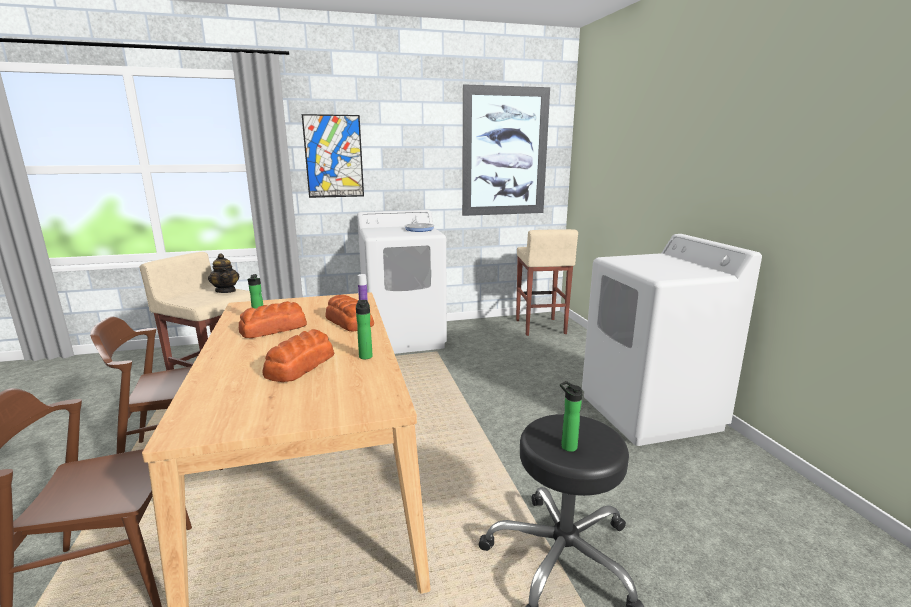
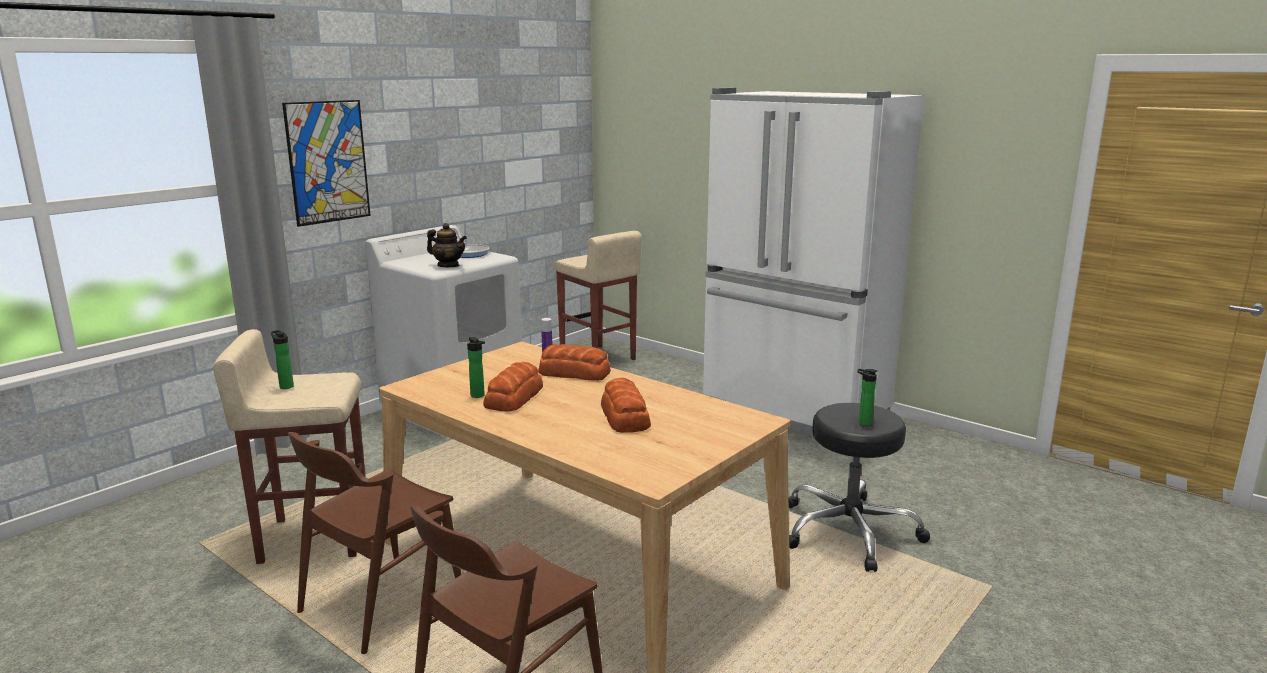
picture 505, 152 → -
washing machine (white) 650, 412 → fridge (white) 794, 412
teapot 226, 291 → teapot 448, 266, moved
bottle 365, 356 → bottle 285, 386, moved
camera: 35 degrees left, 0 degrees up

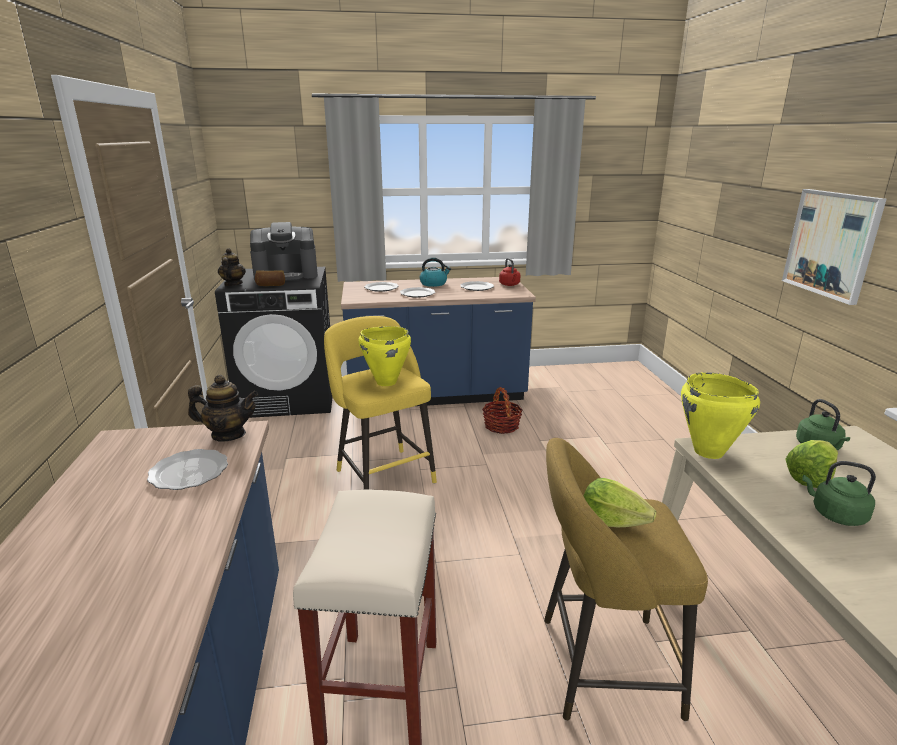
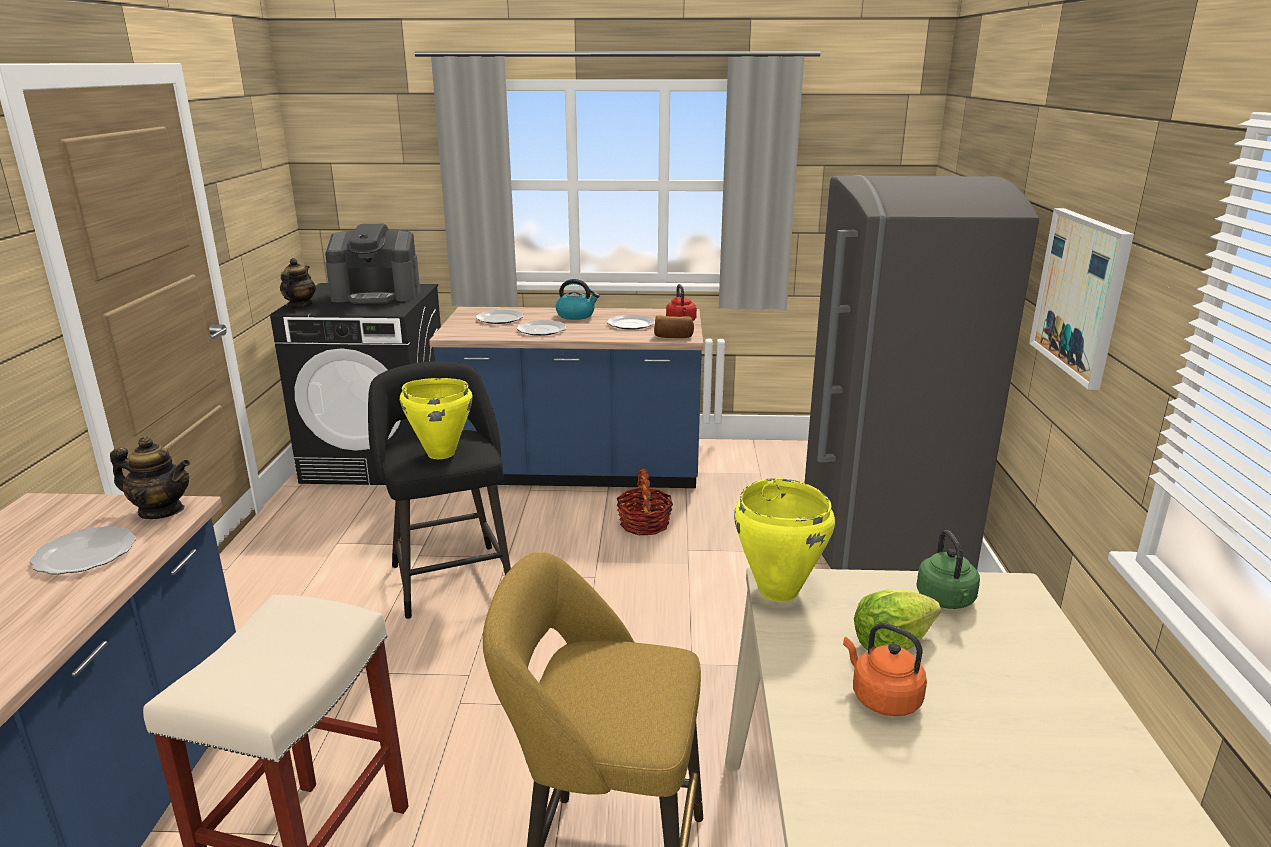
bread 271, 285 → bread 673, 337, moved
stool (yellow) 382, 474 → stool (black) 450, 577
kettle (green) 835, 515 → kettle (orange) 882, 698
lettuce 612, 521 → -
- → fridge (grey) 879, 529
camera: 10 degrees right, 0 degrees up

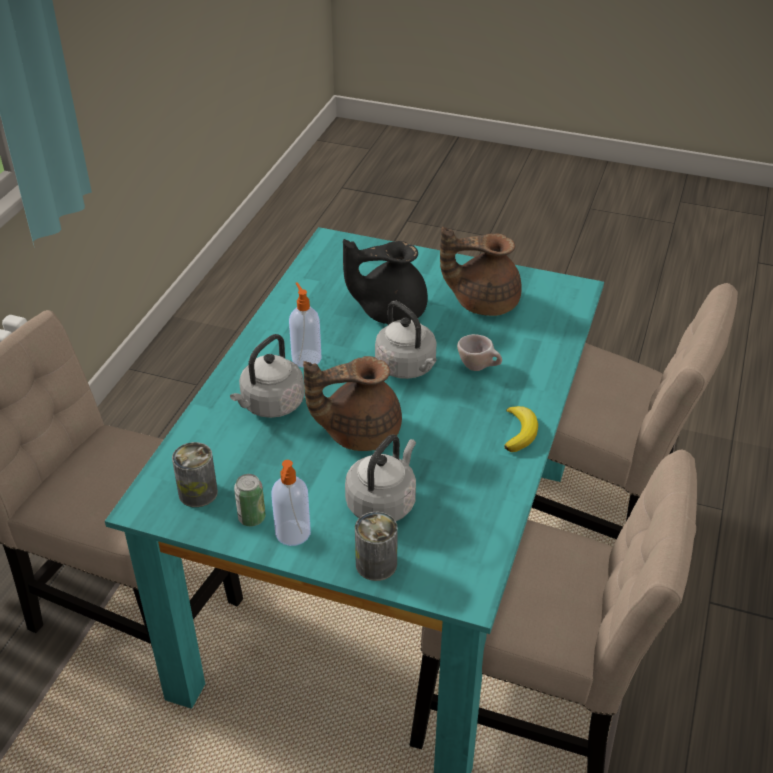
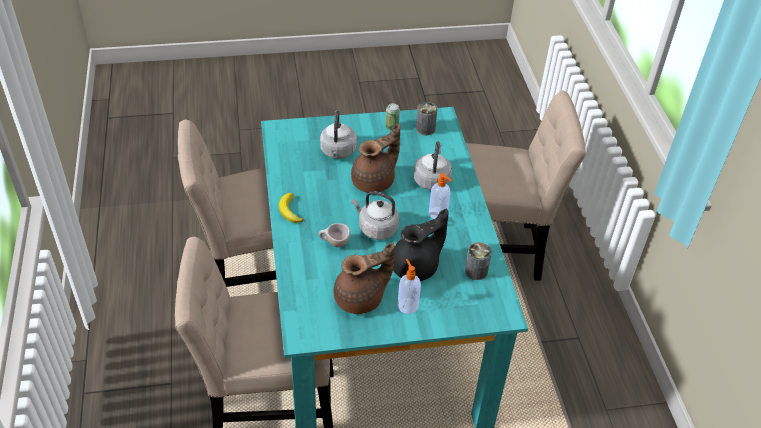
soap dispenser 292, 534 → soap dispenser 407, 305, moved
can 376, 564 → can 476, 271, moved
camera: 150 degrees right, 5 degrees up

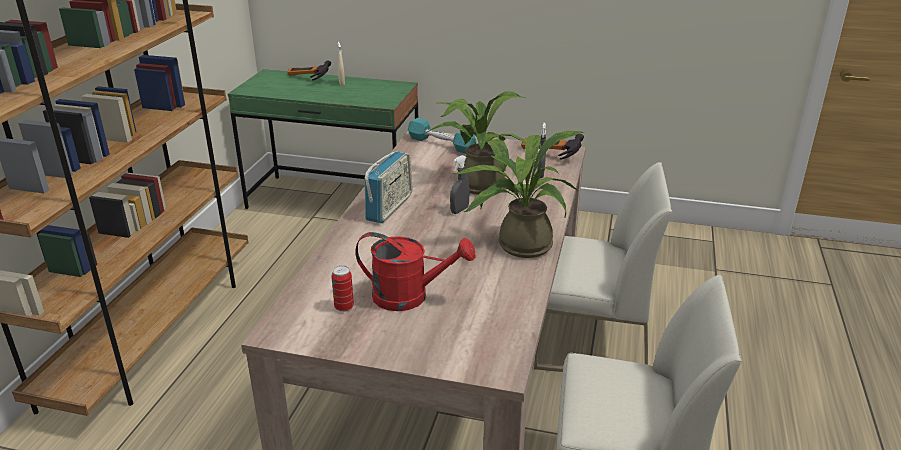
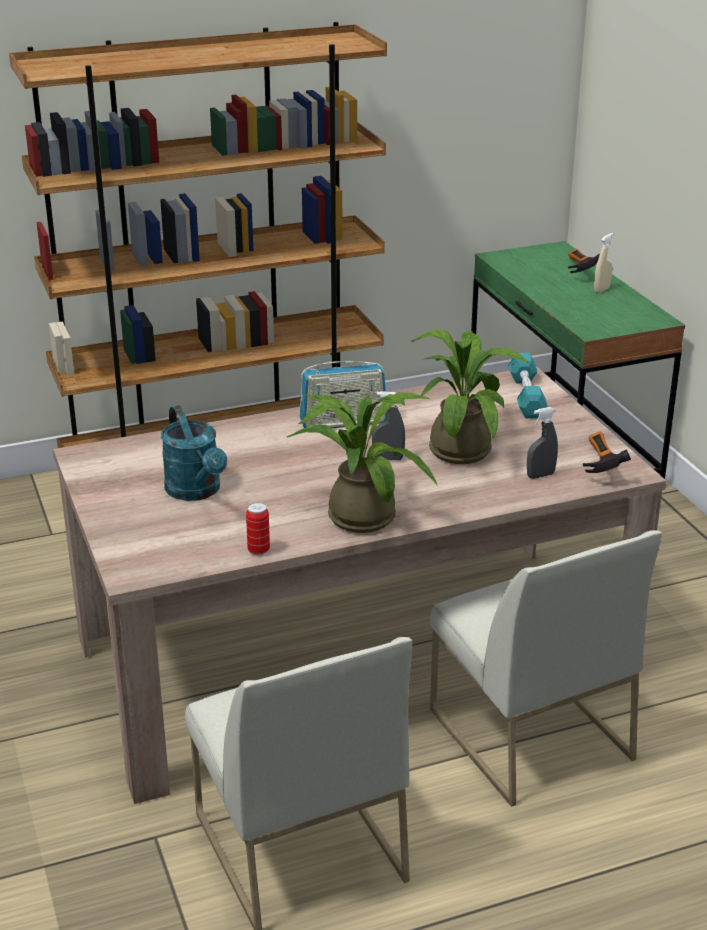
watering can (red) 410, 297 → watering can (turquoise) 197, 491
can 344, 307 → can 258, 550, moved
camera: 55 degrees right, 0 degrees up

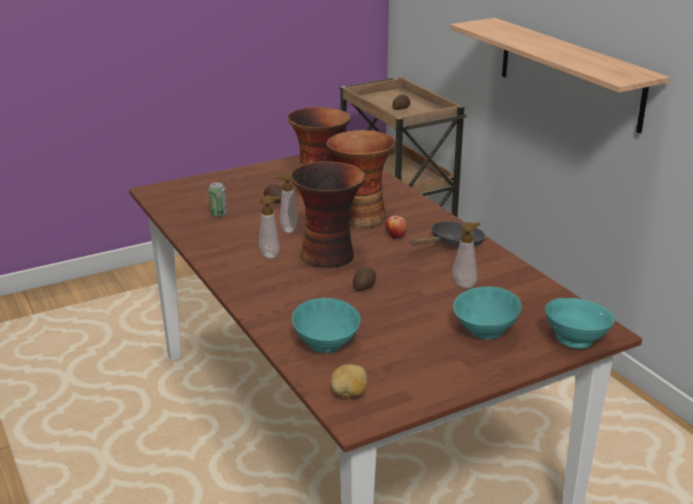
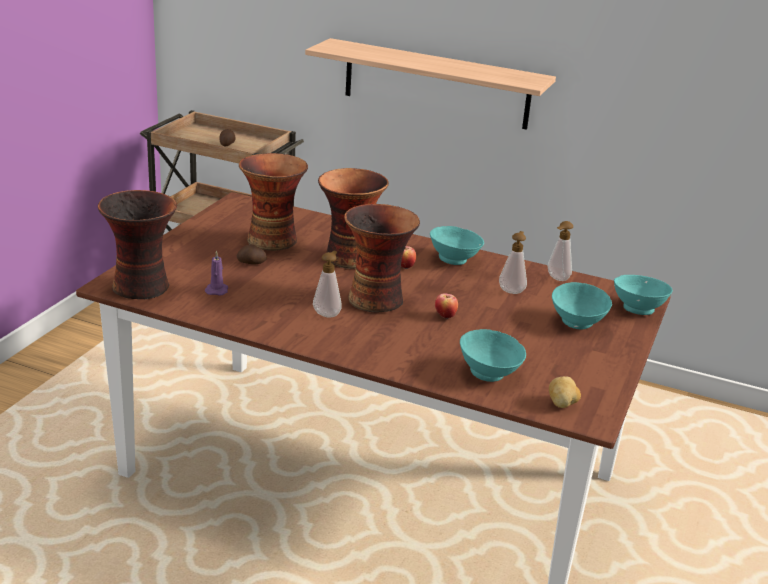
soap dispenser 286, 230 → soap dispenser 556, 279, moved
can 218, 214 → candle (purple) 217, 290
frying pan (black) 452, 243 → bowl (turquoise) 455, 260
potato 365, 286 → apple 445, 316
- → vase 143, 287
camera: 40 degrees left, 0 degrees up

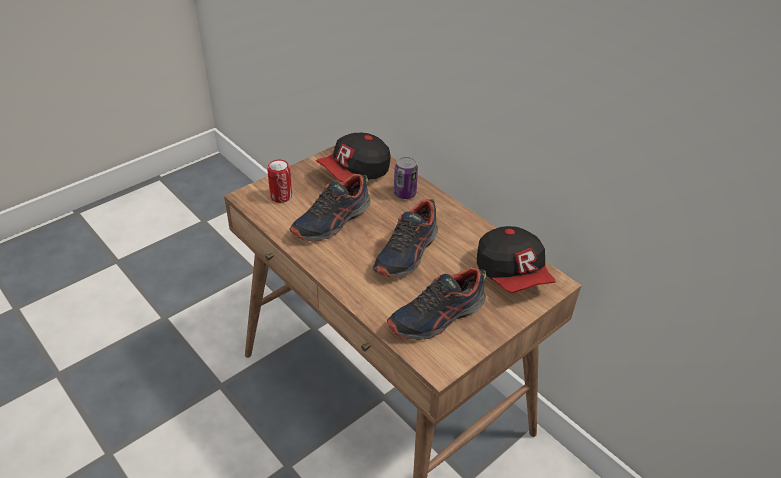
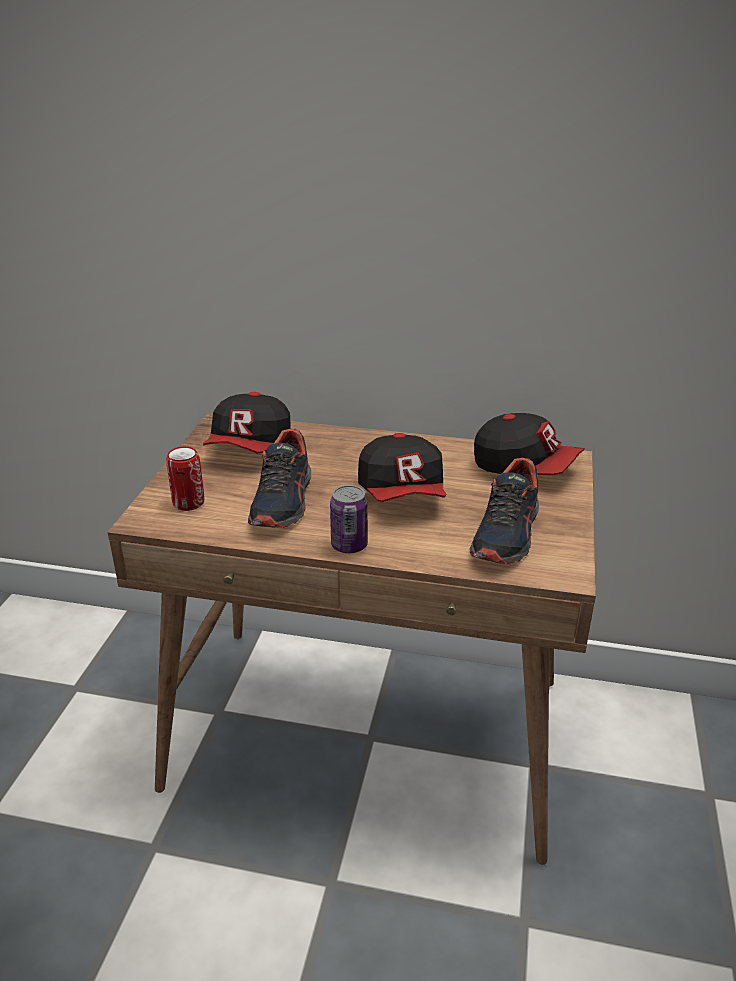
can 404, 193 → can 349, 545, moved
shoe 407, 252 → cap 403, 494
camera: 35 degrees left, 10 degrees down

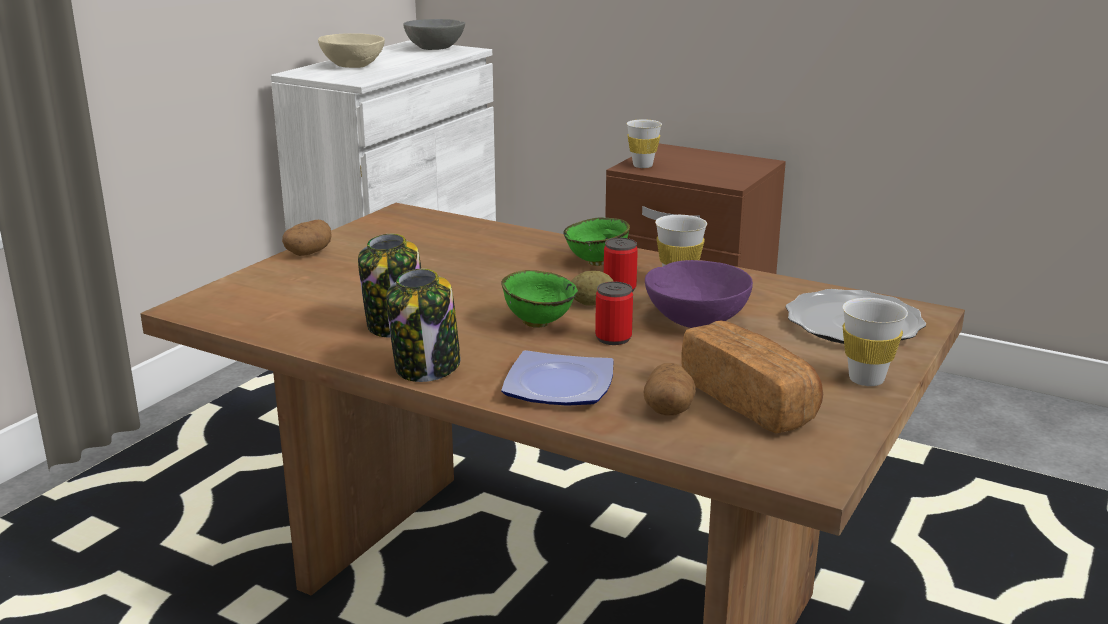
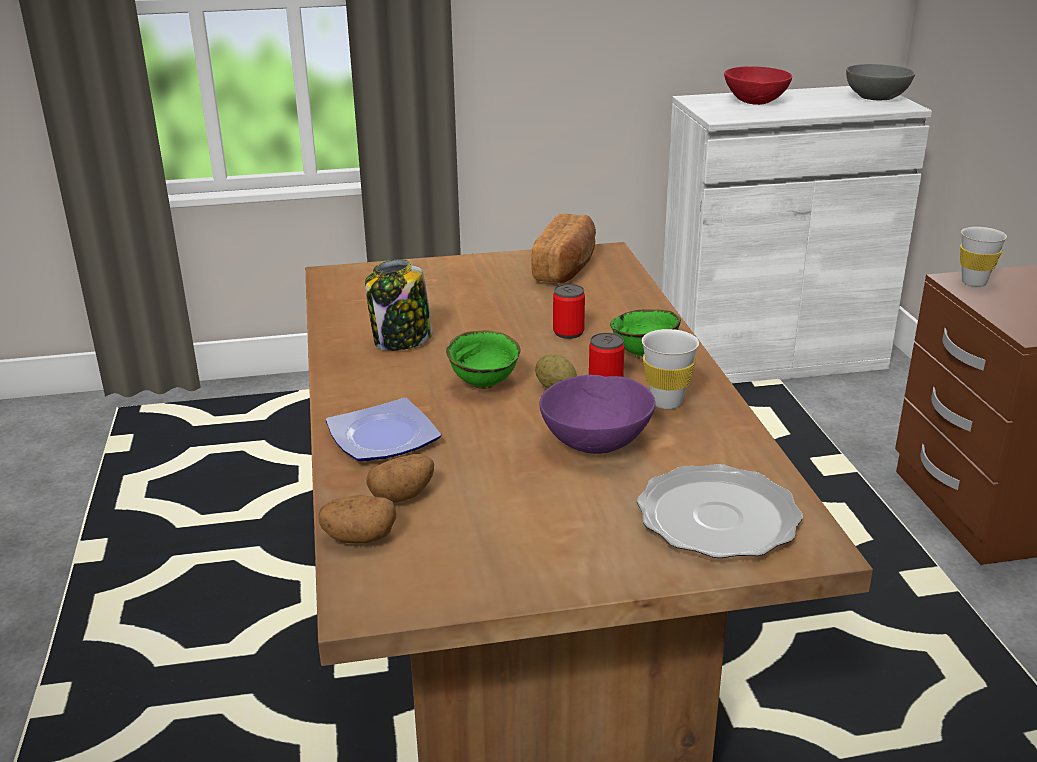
bowl (beige) 353, 66 → bowl (red) 755, 101
potato 308, 253 → potato 359, 538, moved
jar 427, 367 → -
can 613, 338 → can 568, 332, moved
cup (white) 866, 379 → -
bread 750, 401 → bread 566, 267, moved
camera: 50 degrees right, 5 degrees up

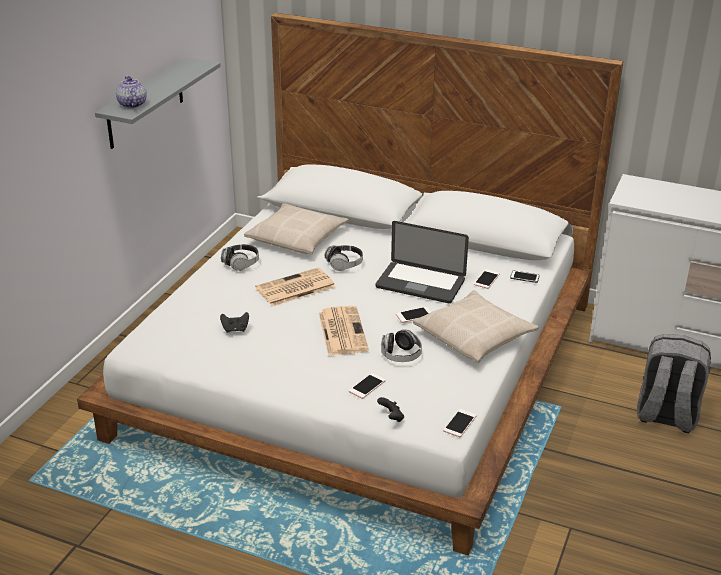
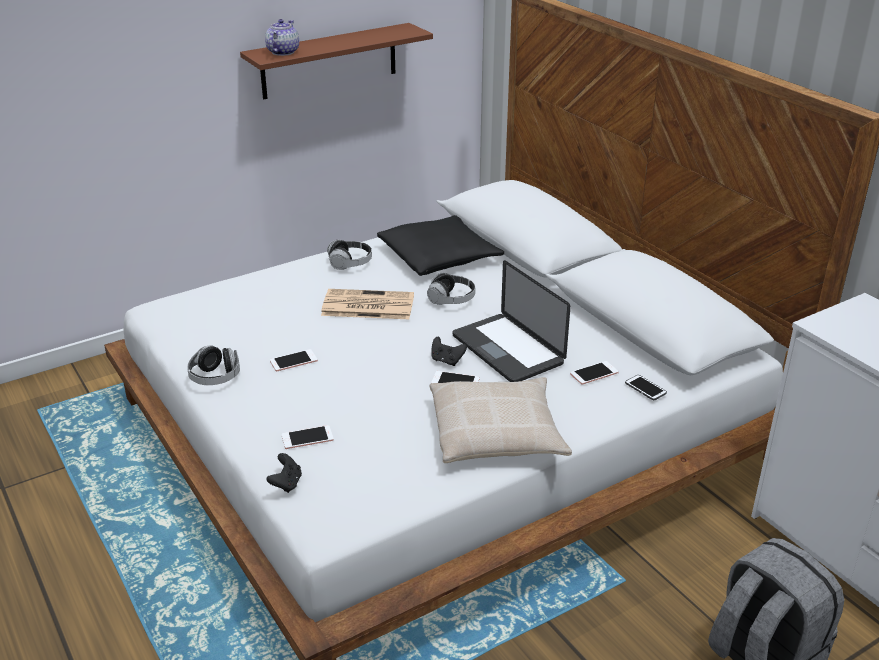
shelf (grey) 145, 103 → shelf (brown) 329, 61
pillow (beige) 297, 238 → pillow (black) 439, 256
newspaper 342, 331 → -
game controller (black) 235, 329 → game controller (black) 447, 361, moved
headphones 401, 355 → headphones 215, 377, moved
phone 460, 423 → phone 293, 361, moved
camera: 35 degrees right, 0 degrees up

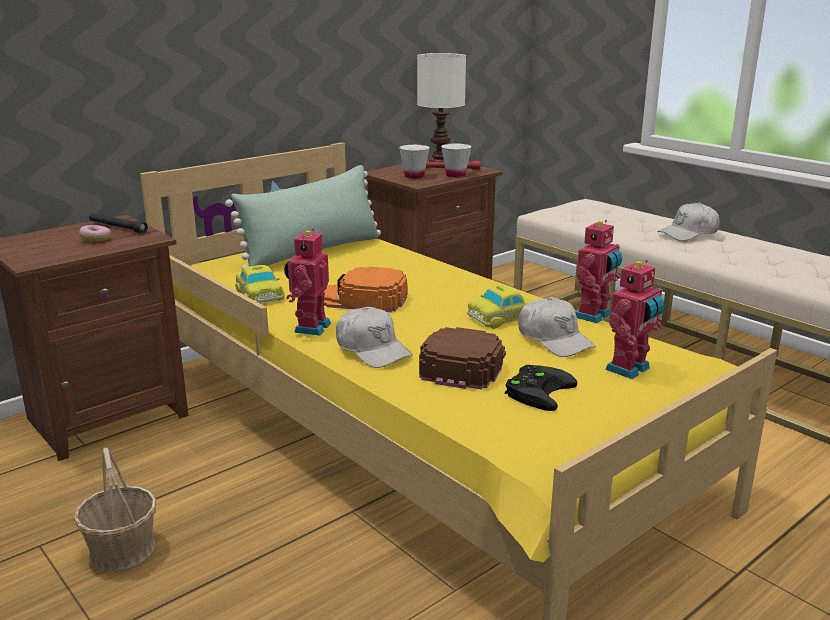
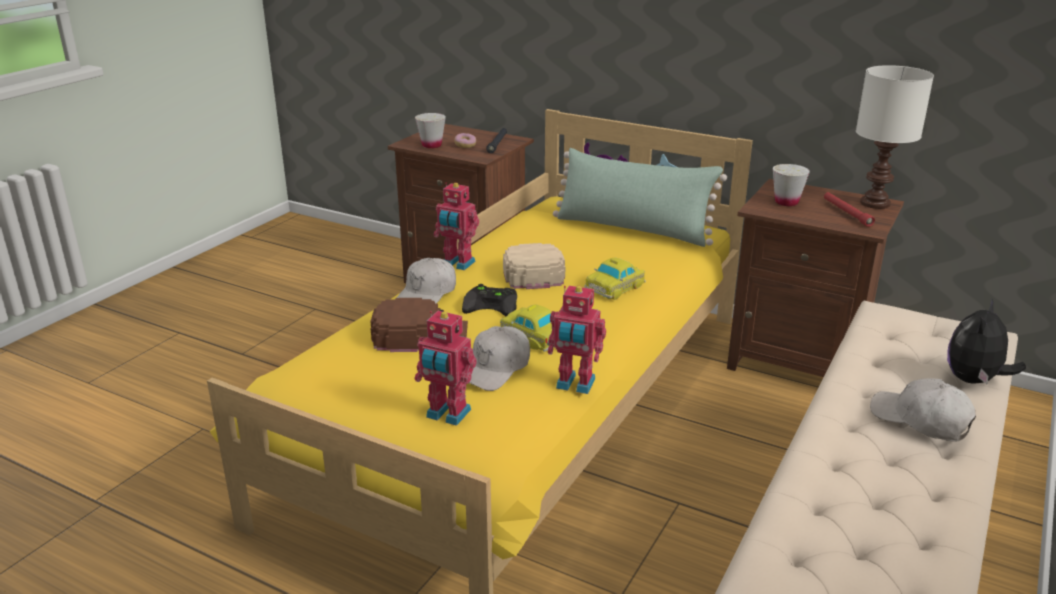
cup (white) 455, 175 → cup (white) 431, 145, moved
toy robot 310, 327 → toy robot 457, 264, 150 degrees counterclockwise
toy car 259, 294 → toy car 615, 286, moved
cap (orange) 362, 299 → cap (beige) 531, 270
game controller (black) 537, 390 → game controller (black) 493, 304, moved
basket 122, 550 → -
- → plush toy 974, 380
camera: 70 degrees right, 5 degrees up

